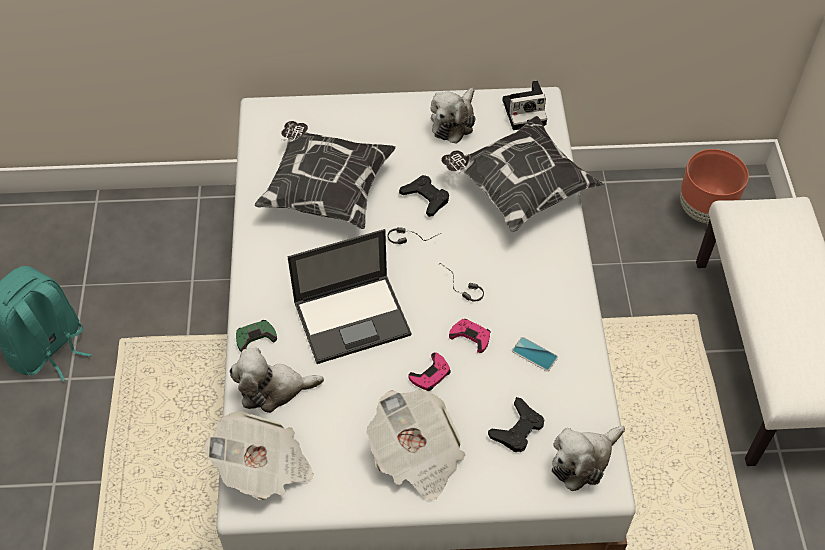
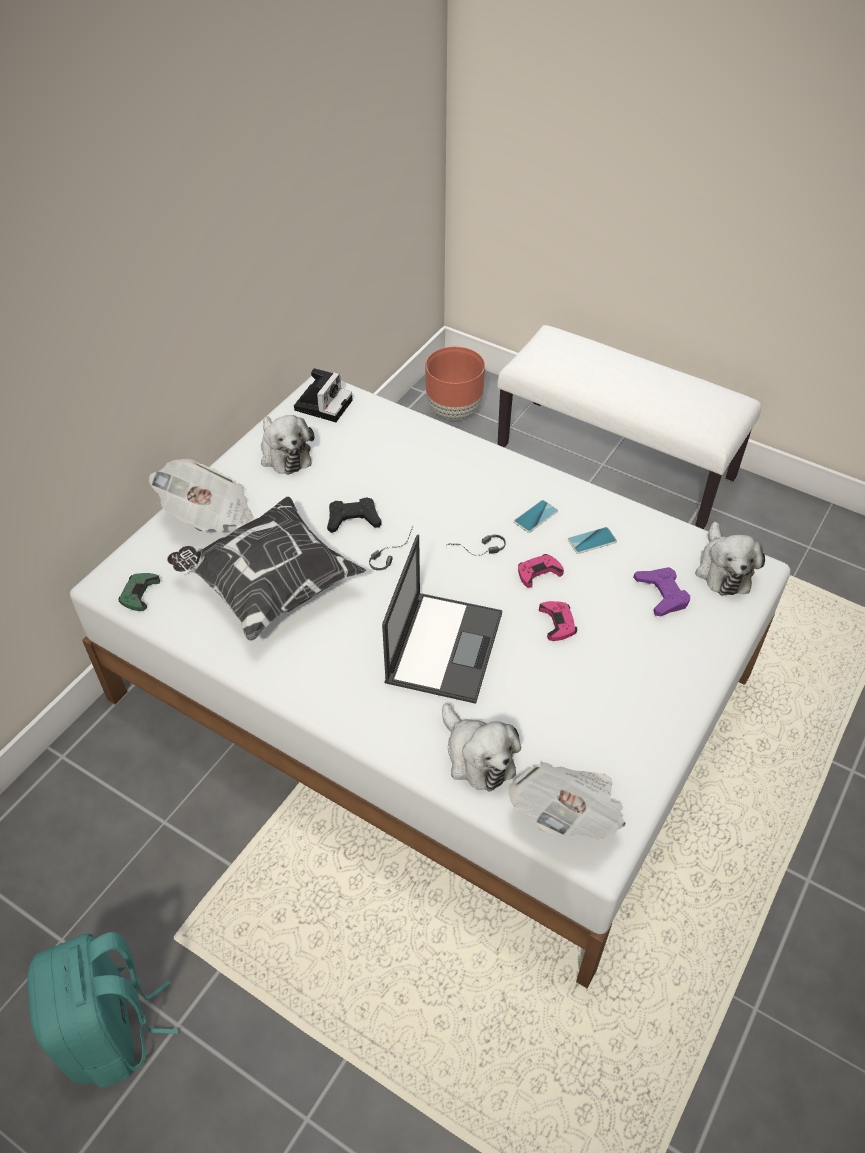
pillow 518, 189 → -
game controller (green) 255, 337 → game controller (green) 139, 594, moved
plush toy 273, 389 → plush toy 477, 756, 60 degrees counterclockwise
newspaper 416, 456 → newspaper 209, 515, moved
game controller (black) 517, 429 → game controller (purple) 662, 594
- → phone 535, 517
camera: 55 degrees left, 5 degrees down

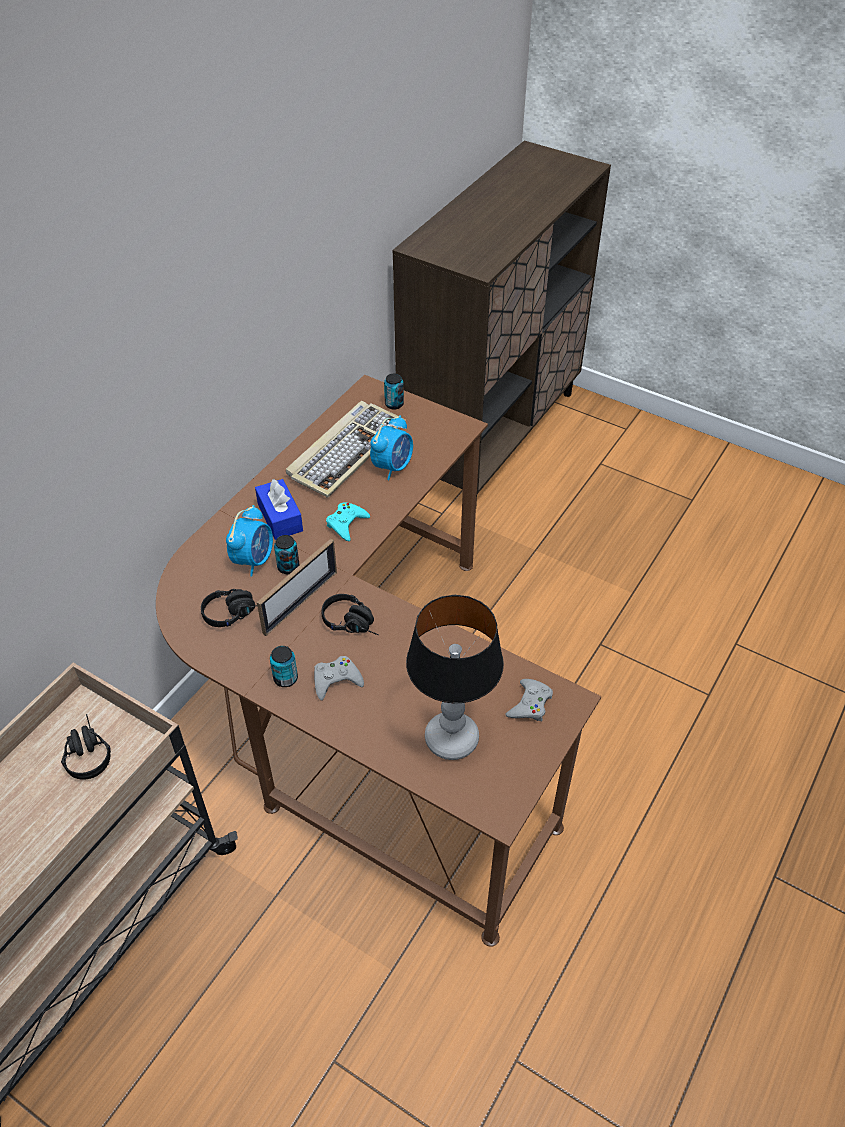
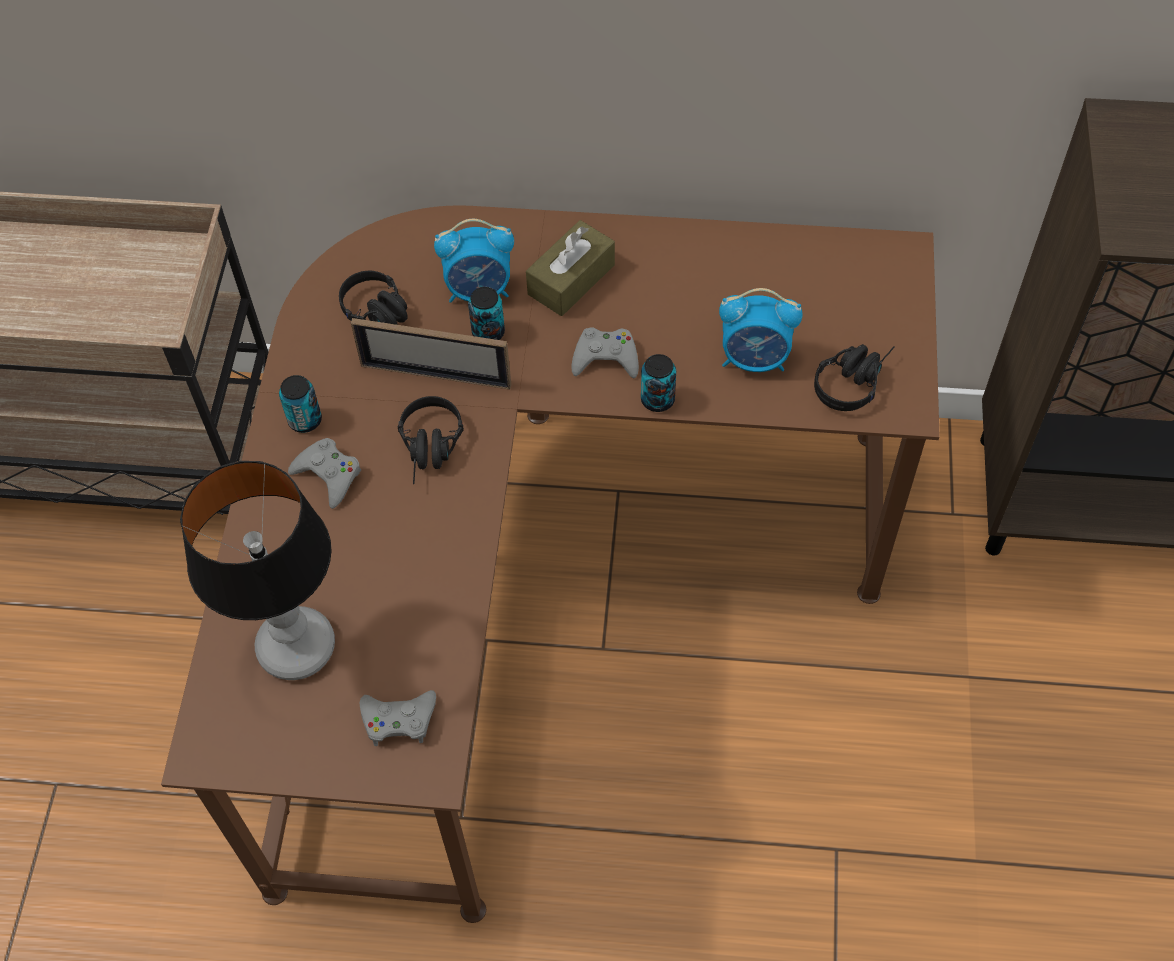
can 394, 404 → can 657, 399, moved
keyboard 346, 450 → -
tissue box (blue) 280, 517 → tissue box (brown) 571, 279
game controller (turquoise) 346, 524 → game controller (grey) 605, 358
headphones (black) 86, 752 → headphones (black) 853, 380, moved
camera: 65 degrees right, 10 degrees up

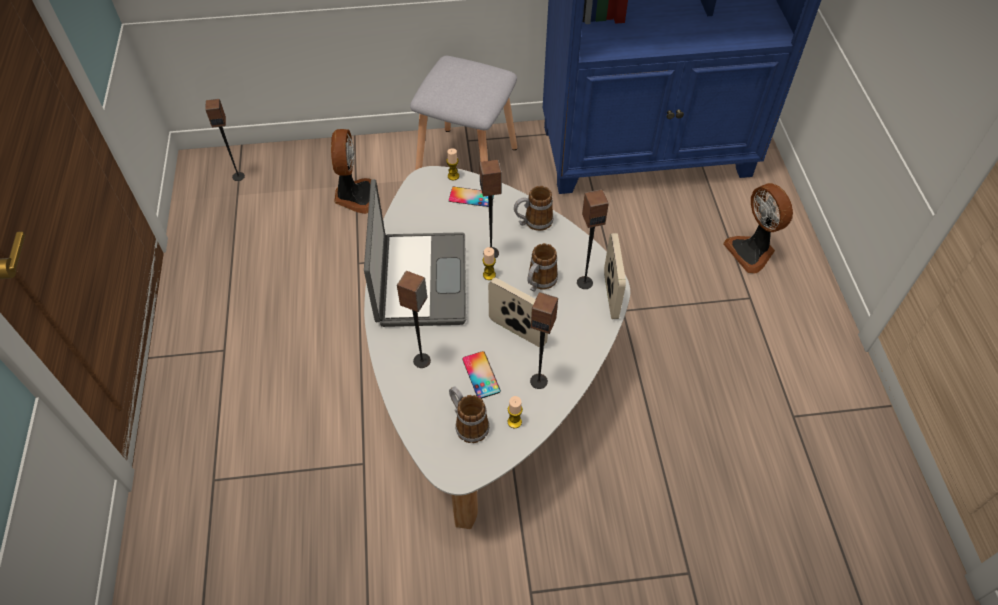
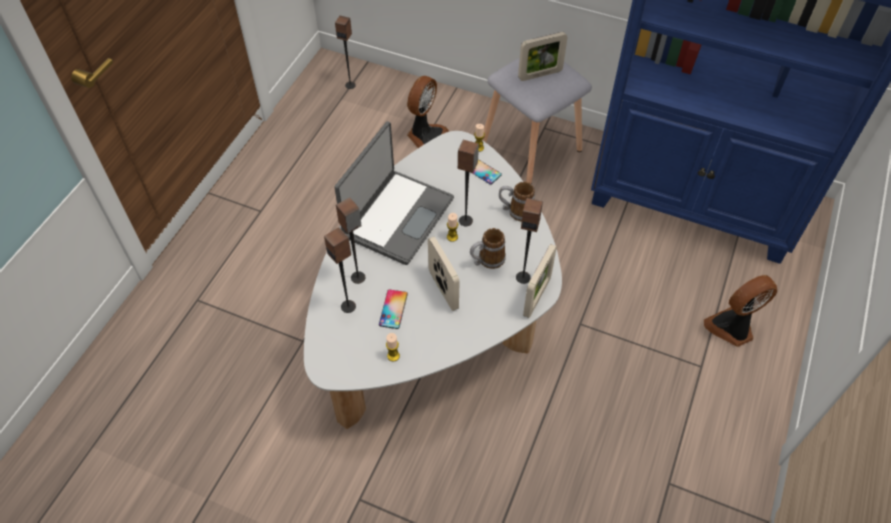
fan 752, 251 → fan 732, 328, 60 degrees clockwise
speaker 539, 381 → speaker 348, 306, moved
mug 467, 423 → -
- → picture frame 540, 75
camera: 30 degrees right, 0 degrees up

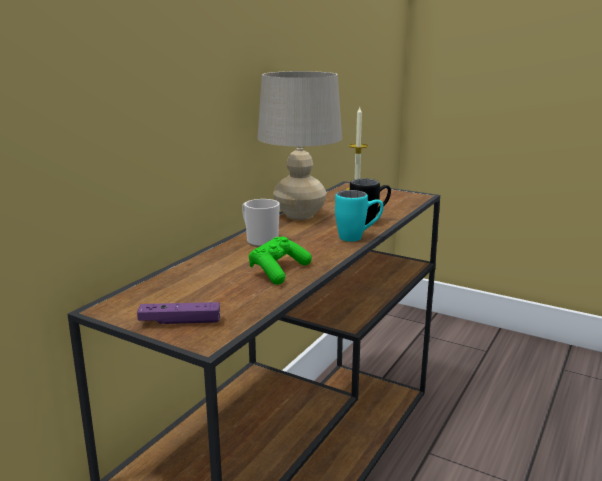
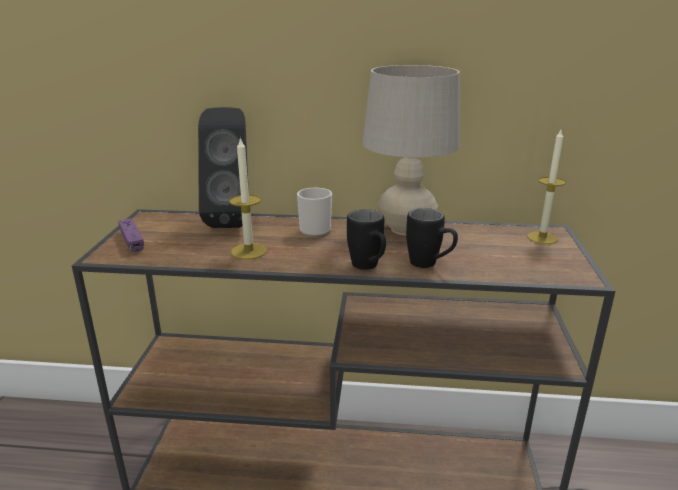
mug (turquoise) 358, 237 → mug (black) 369, 267
game controller (green) 278, 271 → candle 249, 251
- → speaker (black) 231, 220
camera: 65 degrees right, 5 degrees up

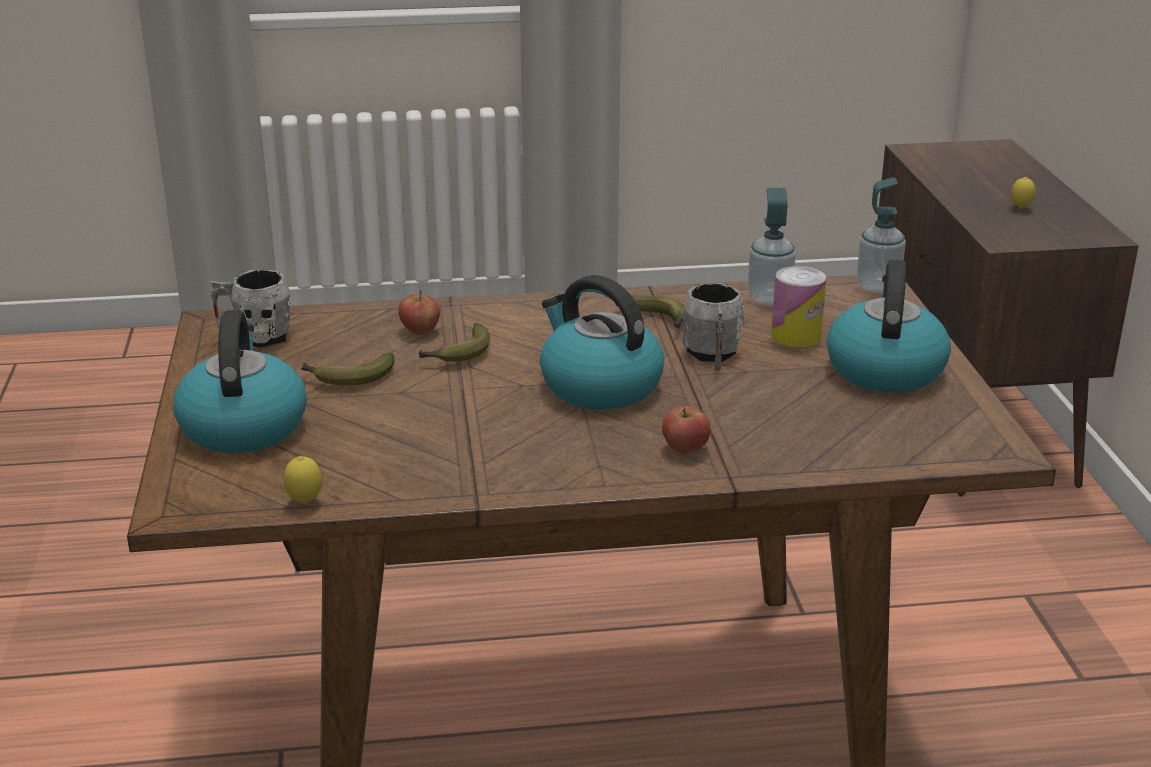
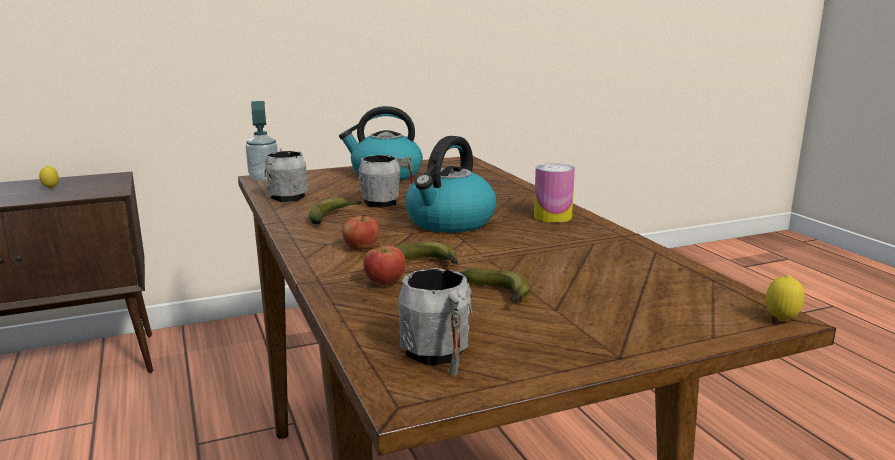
soap dispenser 769, 298 → mug (grey) 287, 196
can 796, 336 → can 552, 216, moved
kettle 243, 426 → -
apple 685, 449 → apple 361, 248, moved
lemon 305, 503 → lemon 781, 321, moved
camera: 105 degrees left, 10 degrees down

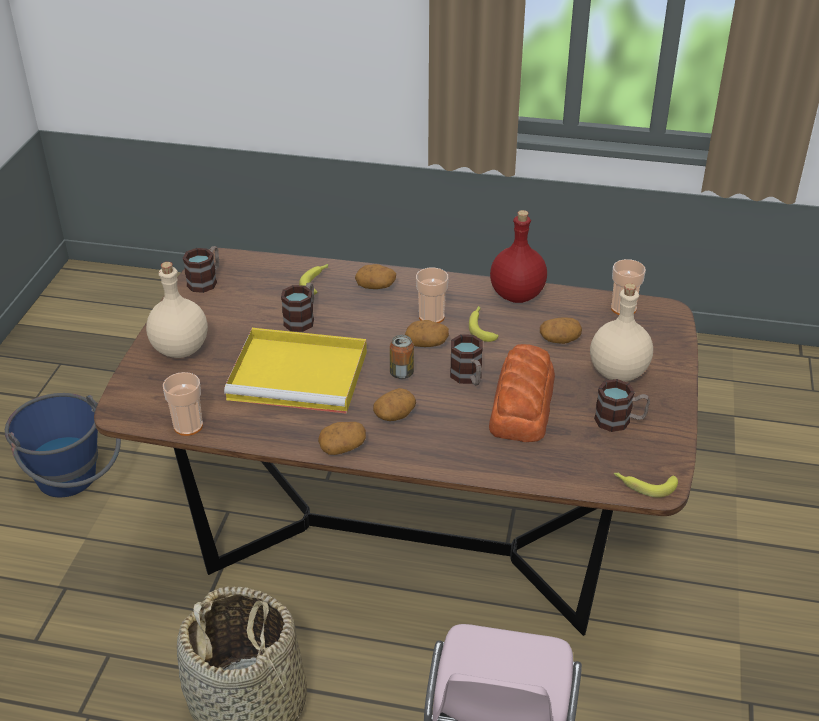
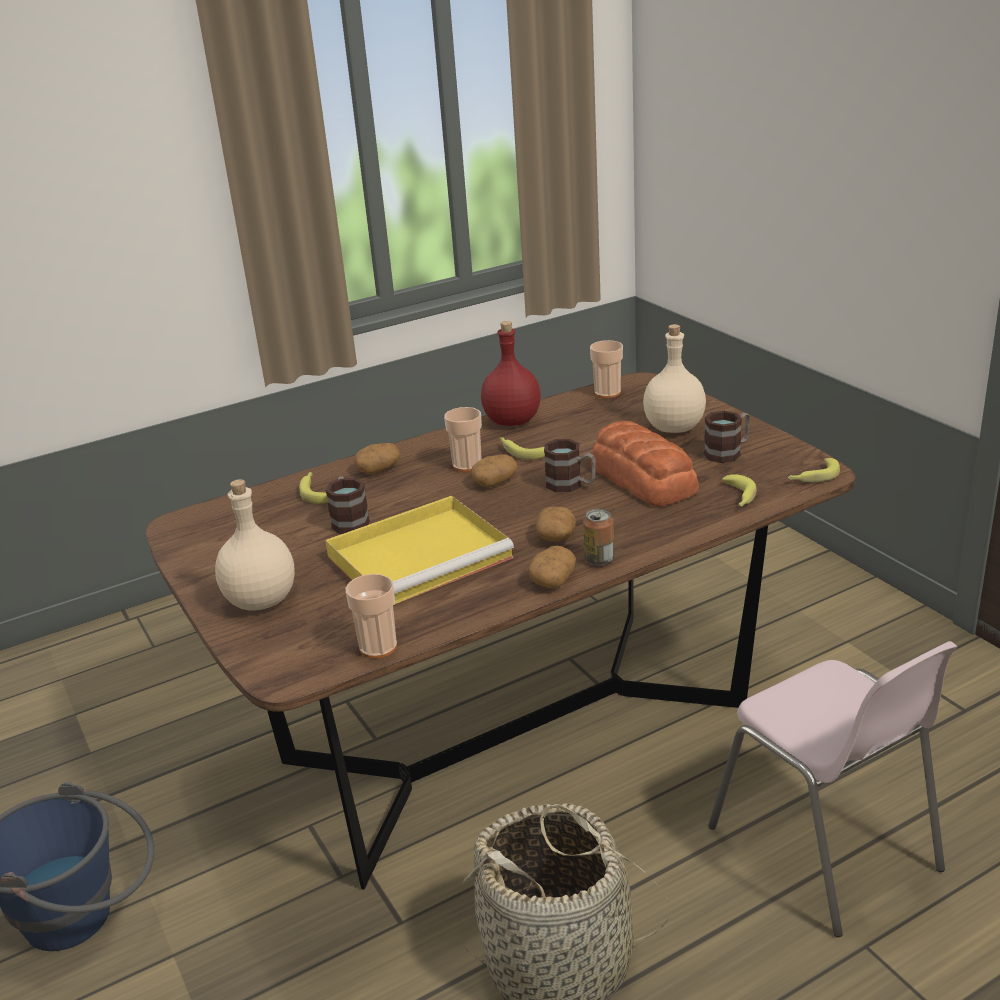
mug 206, 280 → -
potato 559, 340 → -
can 401, 373 → can 599, 560, moved
- → banana 738, 497
camera: 40 degrees left, 10 degrees down

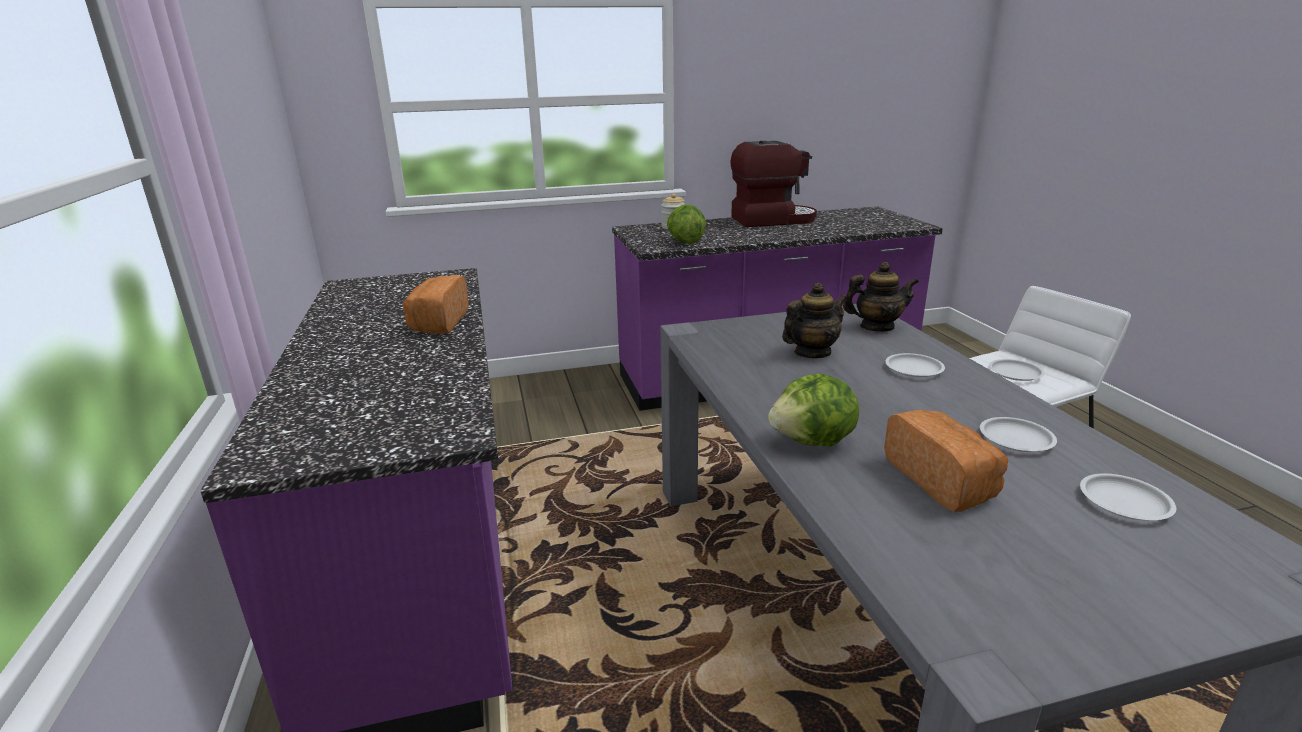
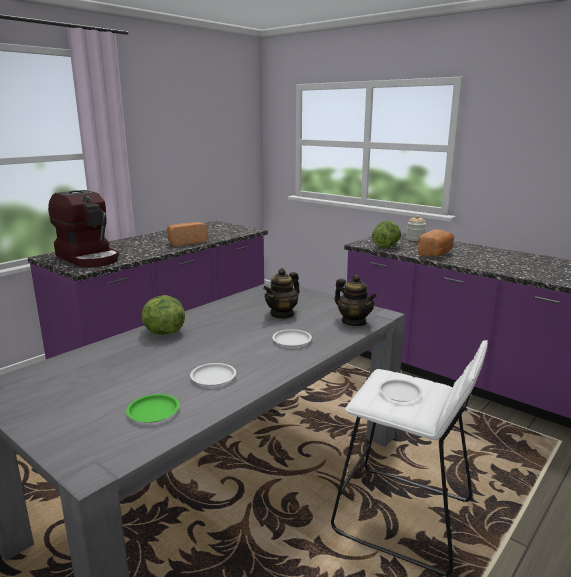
coffee machine 772, 220 → coffee machine 89, 258, moved
teapot 812, 353 → teapot 282, 314, 105 degrees clockwise
bread 942, 480 → bread 436, 253, moved
plate (white) 1125, 502 → plate (green) 153, 412
camera: 55 degrees right, 5 degrees down

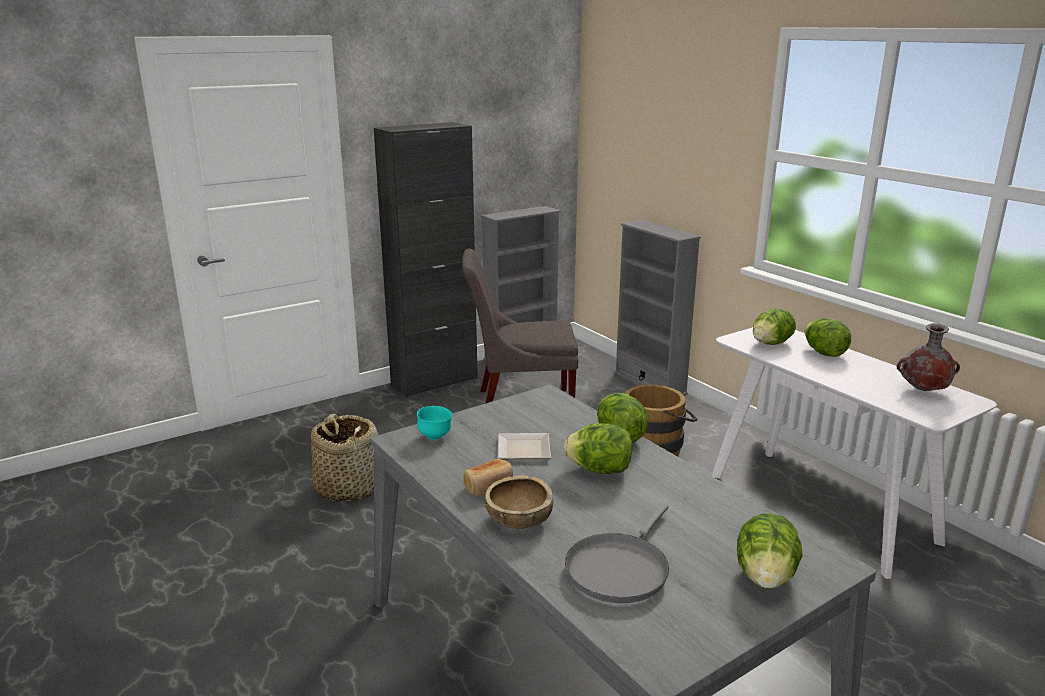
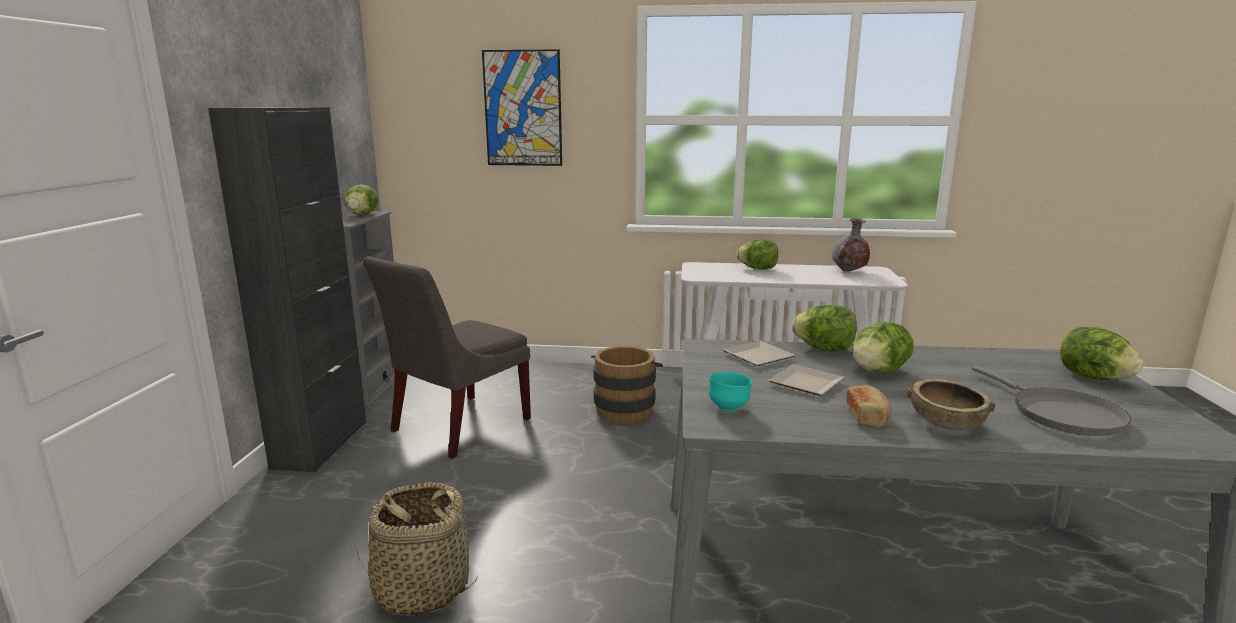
bookcase (grey) 649, 383 → -
lettuce 771, 343 → lettuce 362, 215, moved
- → picture 523, 108
- → plate 760, 357
camera: 50 degrees left, 5 degrees down

